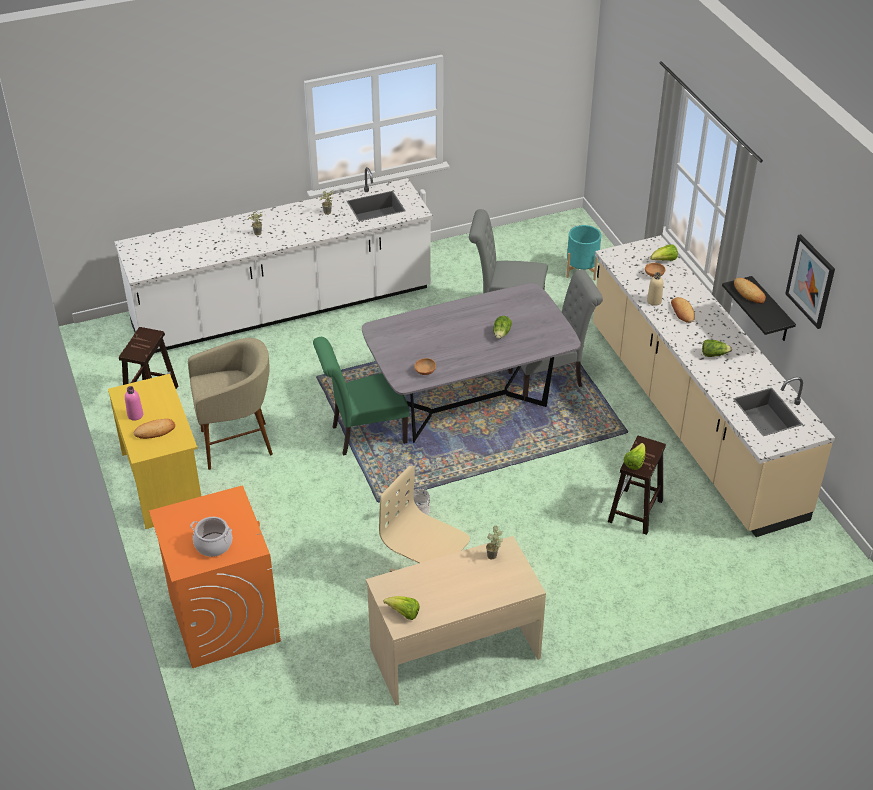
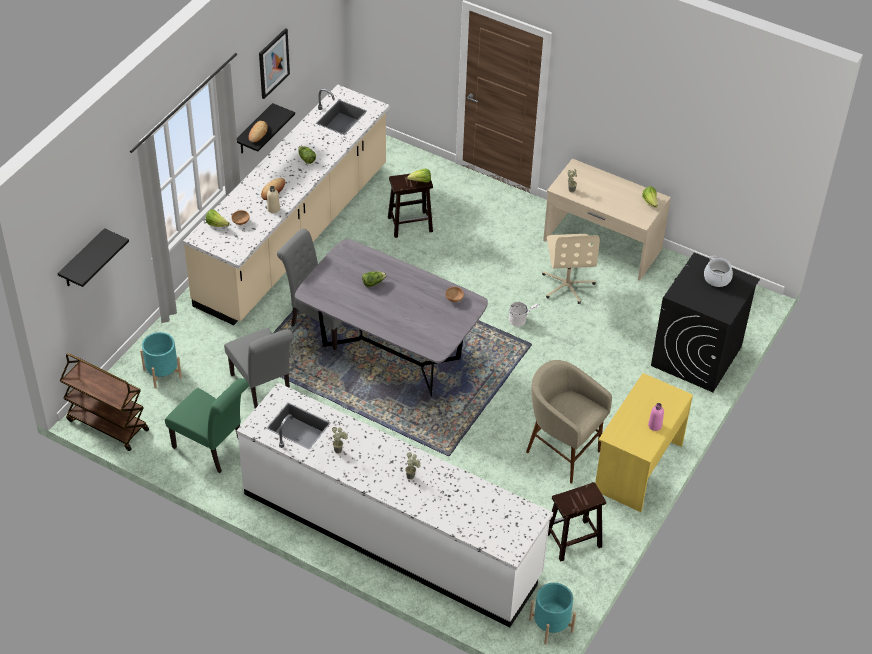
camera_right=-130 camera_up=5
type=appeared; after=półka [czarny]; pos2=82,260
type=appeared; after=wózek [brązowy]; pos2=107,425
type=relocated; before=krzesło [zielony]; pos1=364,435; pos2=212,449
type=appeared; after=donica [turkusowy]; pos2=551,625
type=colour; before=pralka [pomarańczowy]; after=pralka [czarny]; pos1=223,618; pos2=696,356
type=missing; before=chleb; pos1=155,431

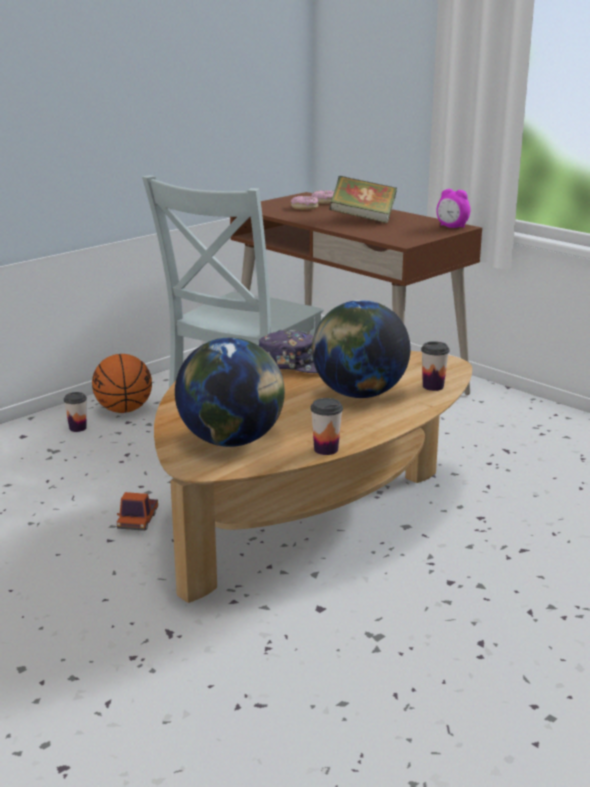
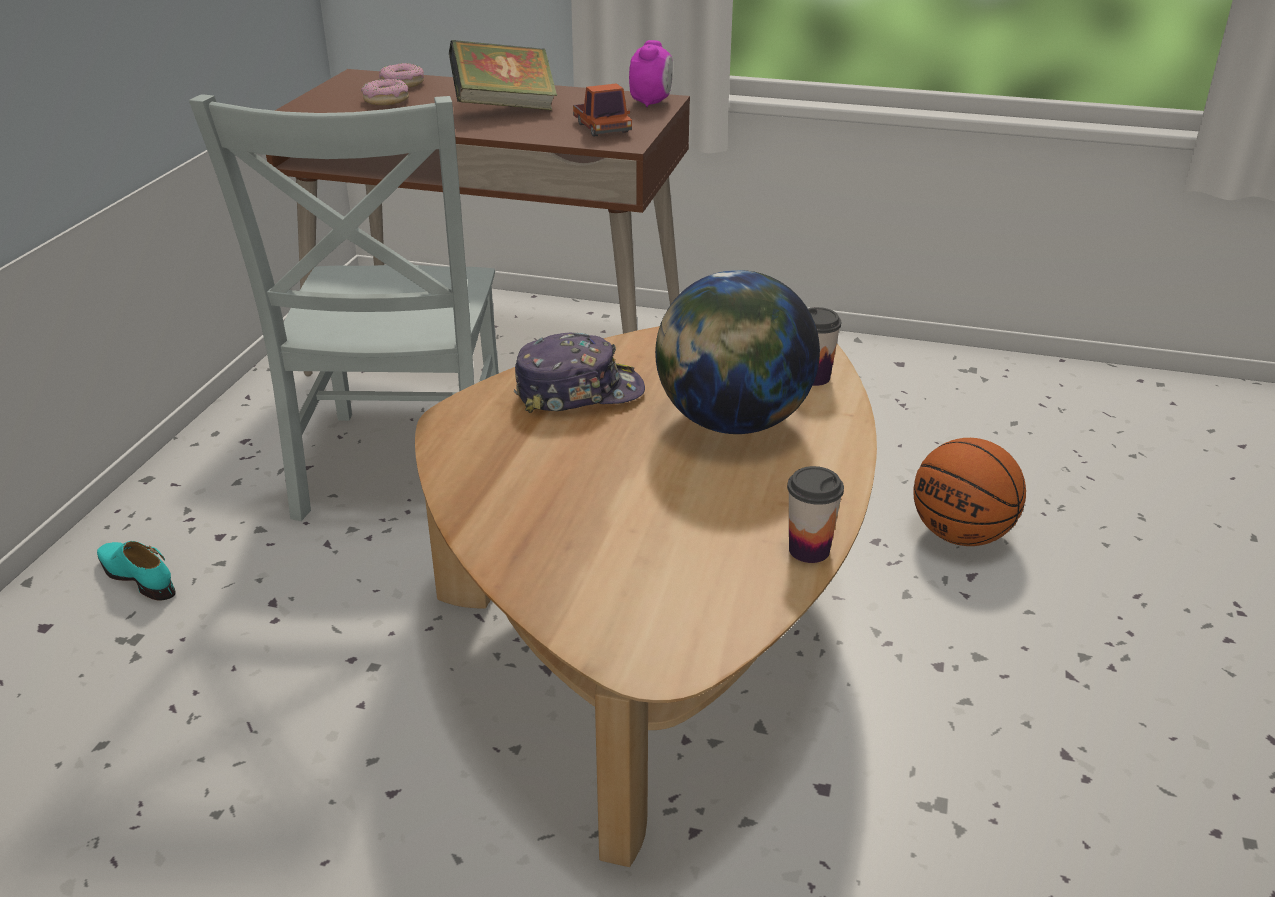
camera_right=-30 camera_up=10
type=exchanged; before=filiżanka; after=but [turkusowy]; pos1=77,428; pos2=137,576
type=relocated; before=ciężarówka zabawkowa; pos1=138,520; pos2=602,128
type=spun; before=budzik; pos1=452,227; pos2=651,102; turn=-75
type=relocated; before=piłka do koszykówki; pos1=123,410; pos2=960,535
type=missing; before=globus; pos1=232,441

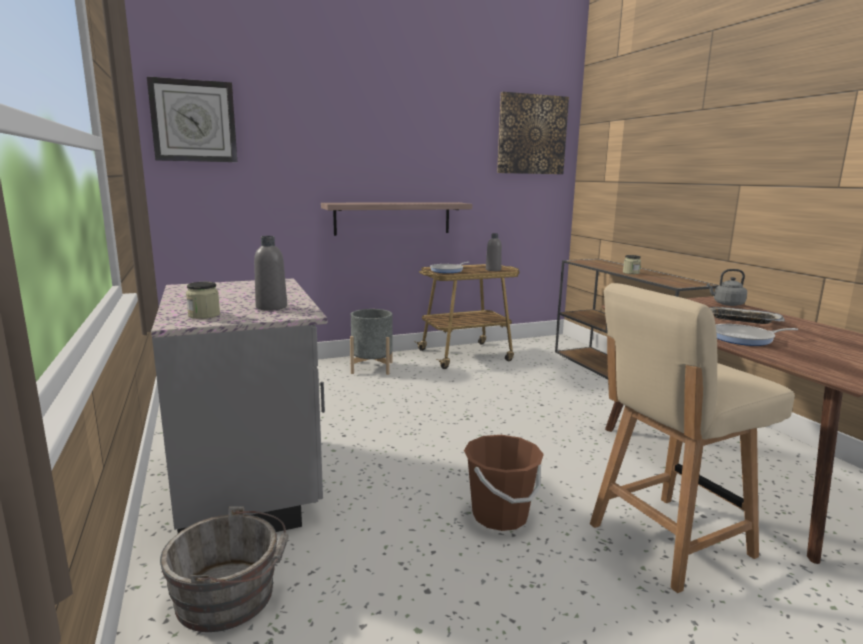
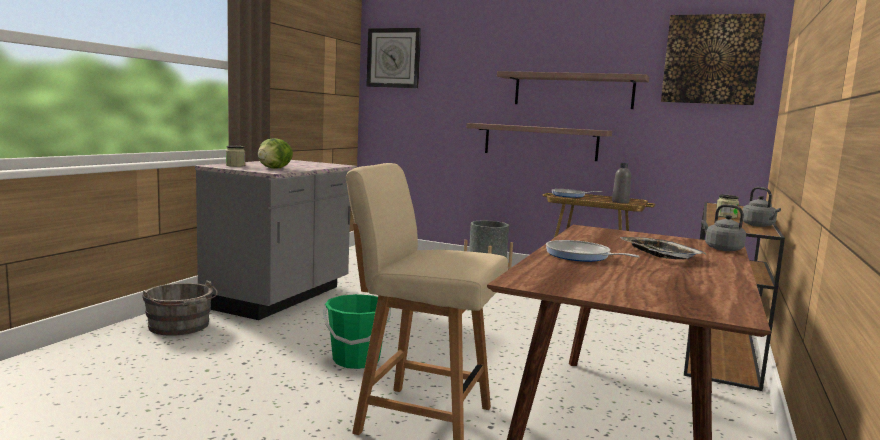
camera_right=45 camera_up=-5
type=exchanged; before=butelka [szary]; after=sałata; pos1=271,307; pos2=275,168
type=colour; before=wiadro [brązowy]; after=wiadro [zielony]; pos1=500,515; pos2=356,360
type=appeared; after=półka; pos2=573,91
type=appeared; after=czajnik [szary]; pos2=759,225

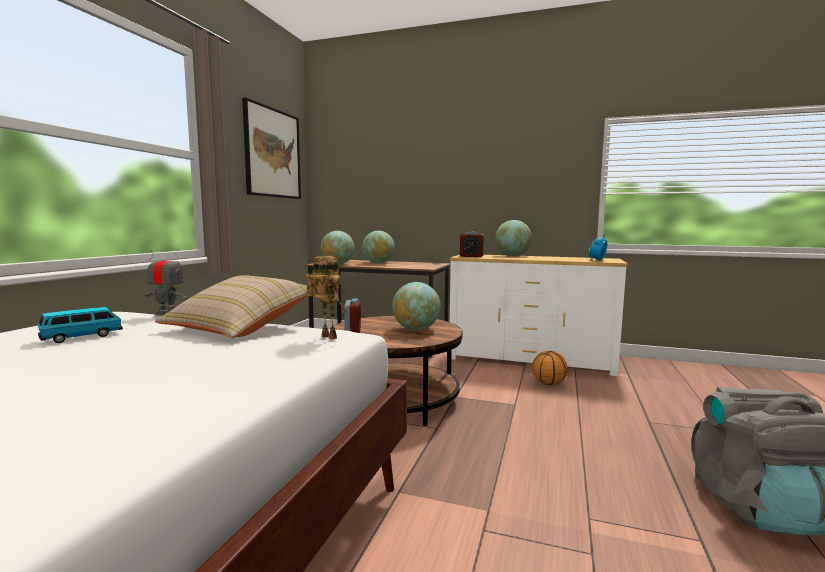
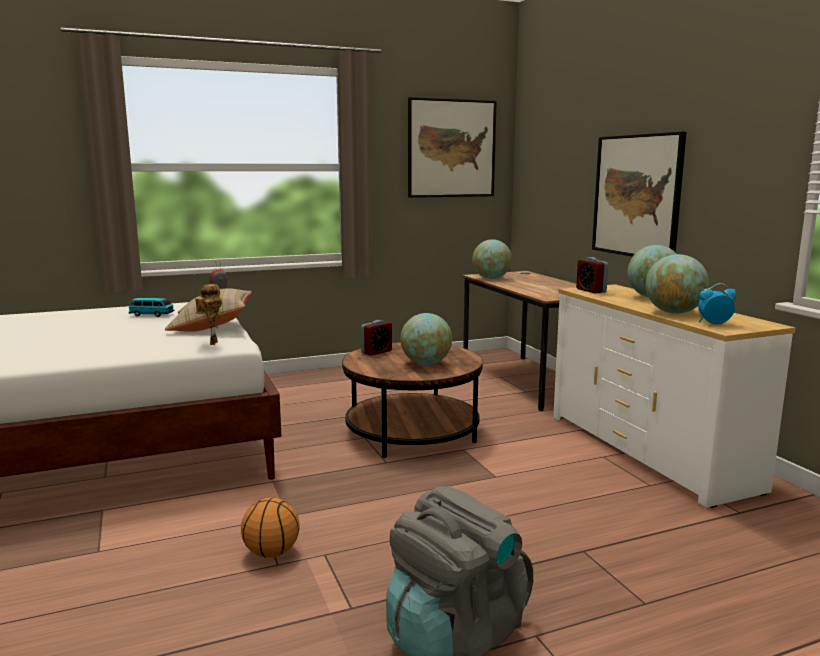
camera_right=50 camera_up=5
type=relocated; before=piłka do koszykówki; pos1=548,384; pos2=271,552
type=appeared; after=obraz; pos2=636,196
type=relocated; before=globus; pos1=378,263; pos2=674,313

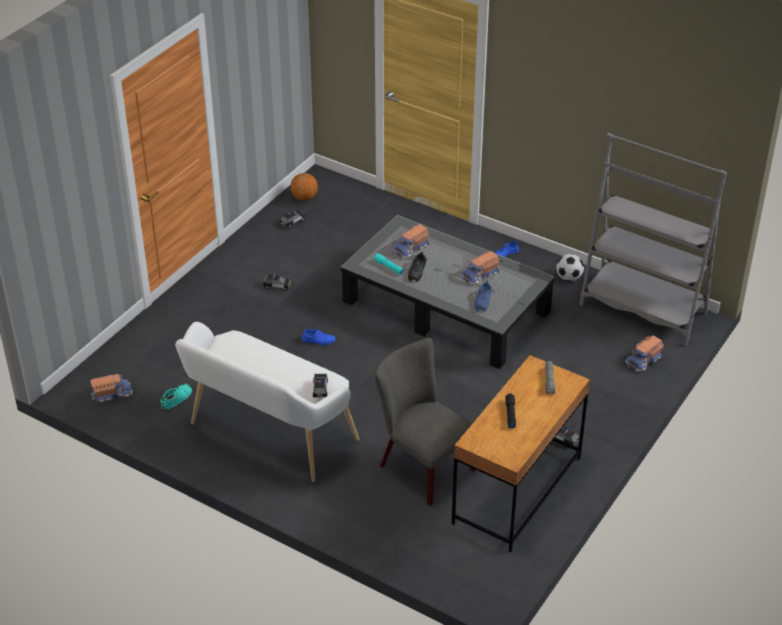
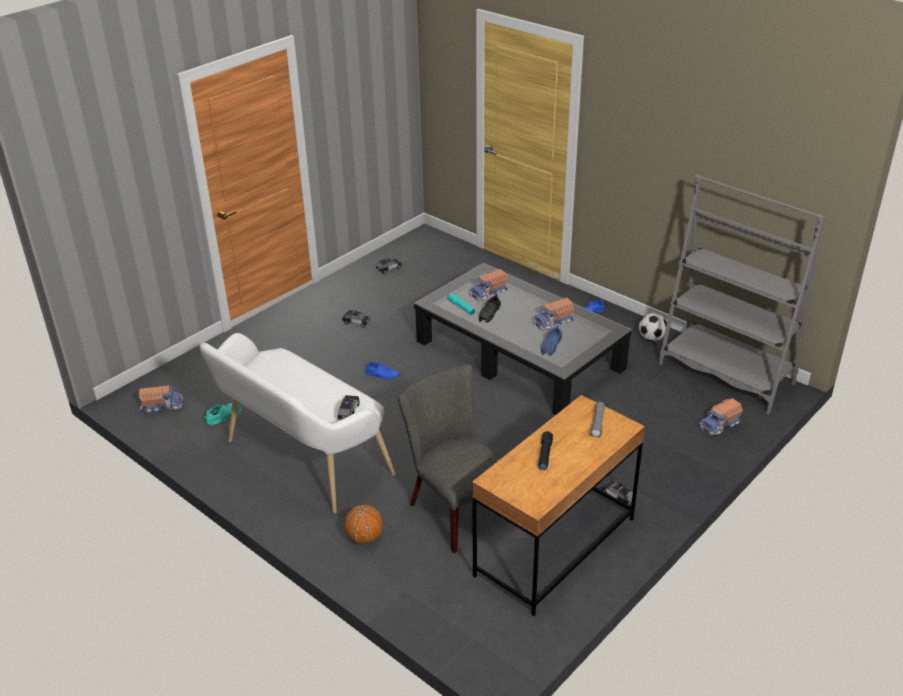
camera_right=10 camera_up=-5
type=relocated; before=piłka do koszykówki; pos1=304,198; pos2=364,538

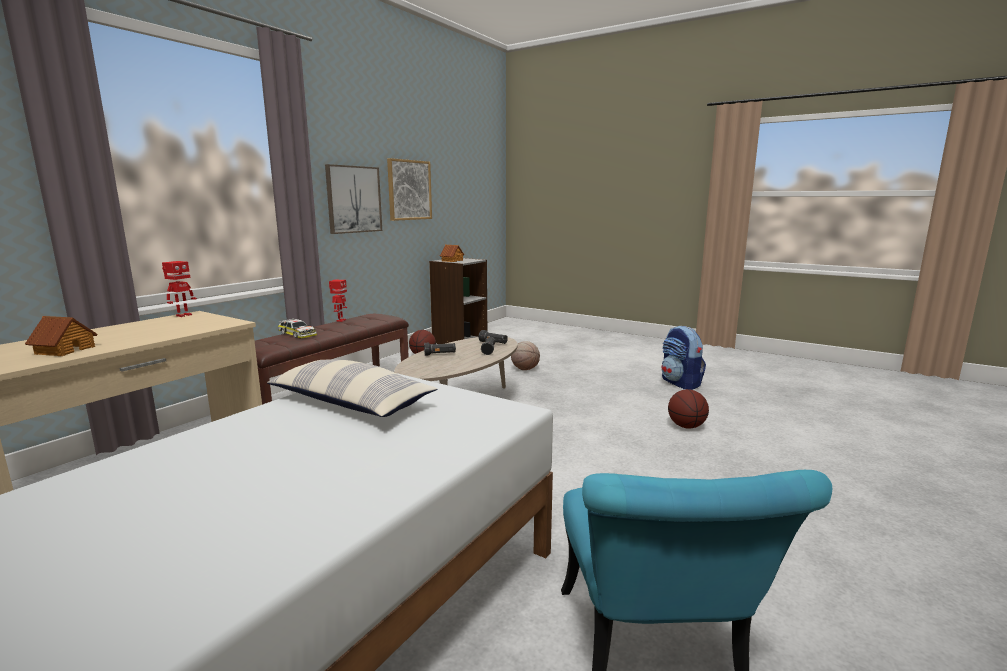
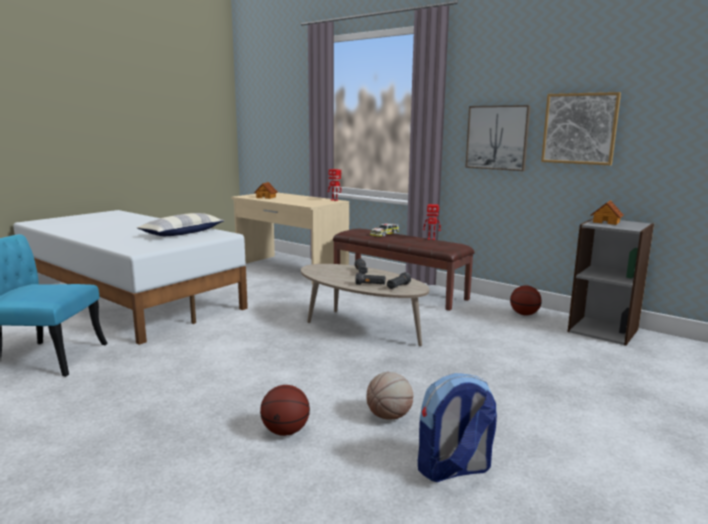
camera_right=95 camera_up=0
type=relocated; before=piłka do koszykówki; pos1=525,369; pos2=389,416

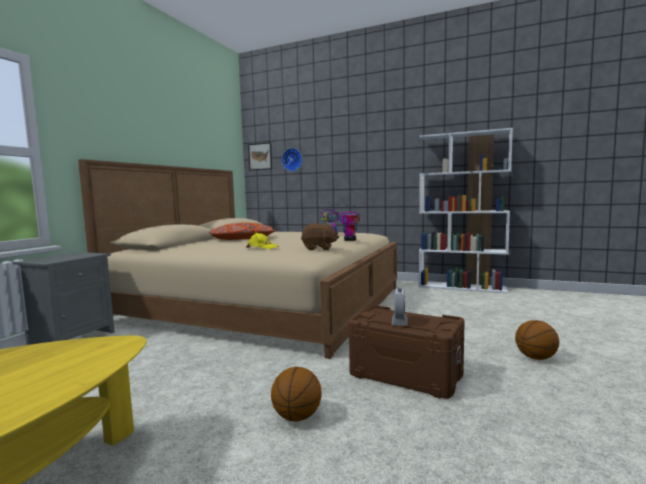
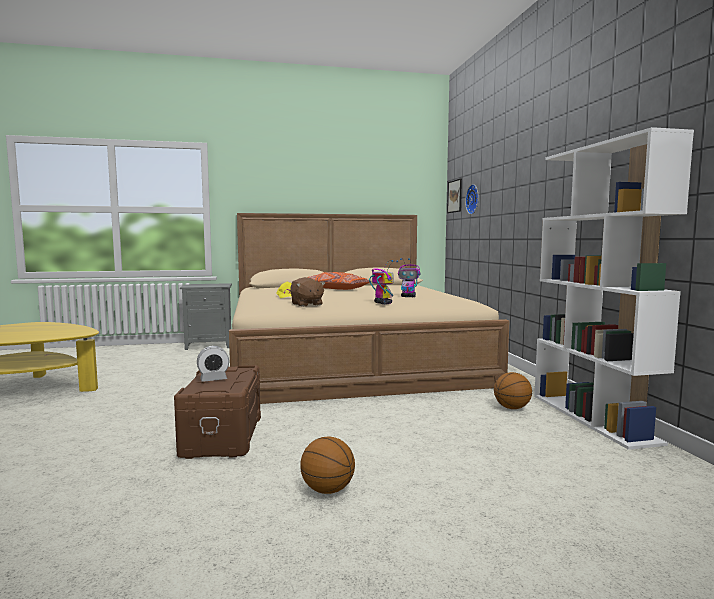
camera_right=55 camera_up=0
type=relocated; before=piłka do koszykówki; pos1=297,416; pos2=512,408

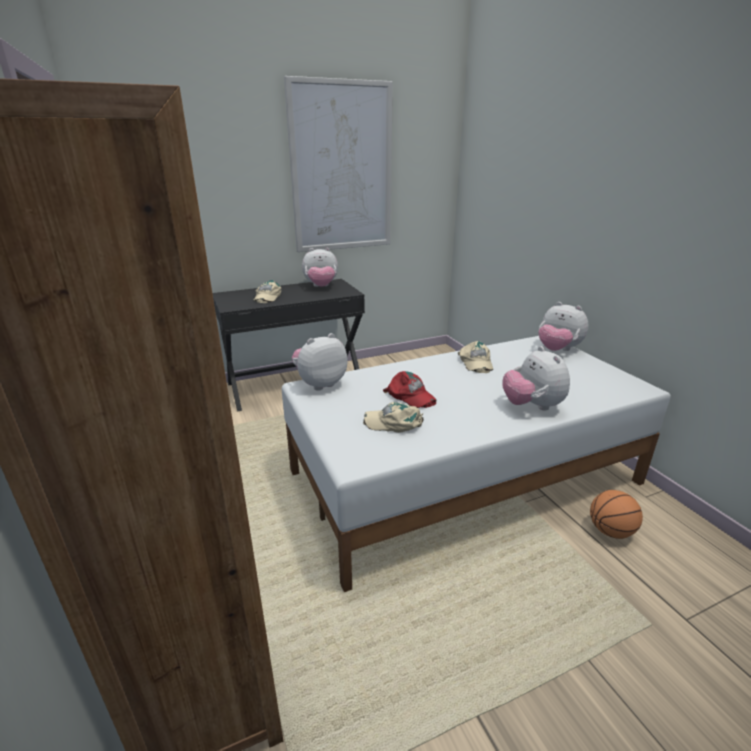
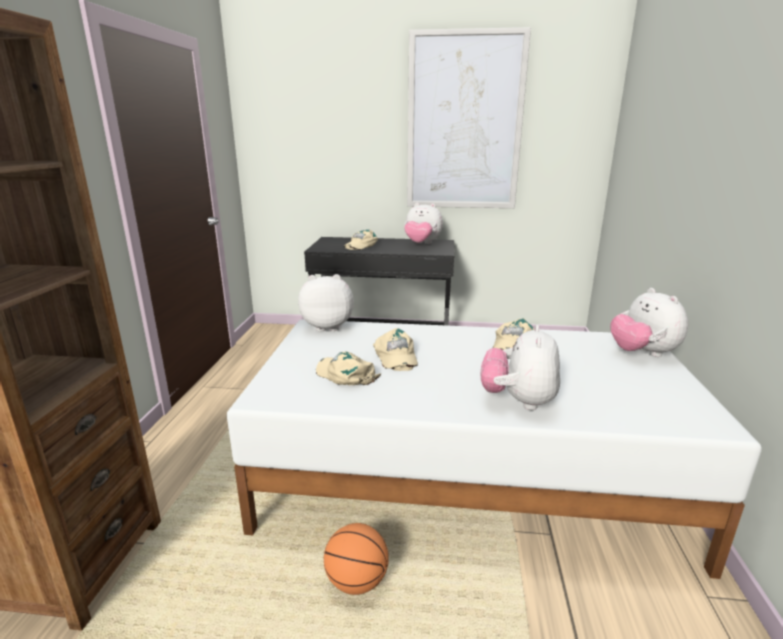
camera_right=30 camera_up=-5
type=relocated; before=piłka do koszykówki; pos1=610,531; pos2=357,581
type=colour; before=czapka z daszkiem [czerwony]; after=czapka z daszkiem [beżowy]; pos1=410,396; pos2=395,356

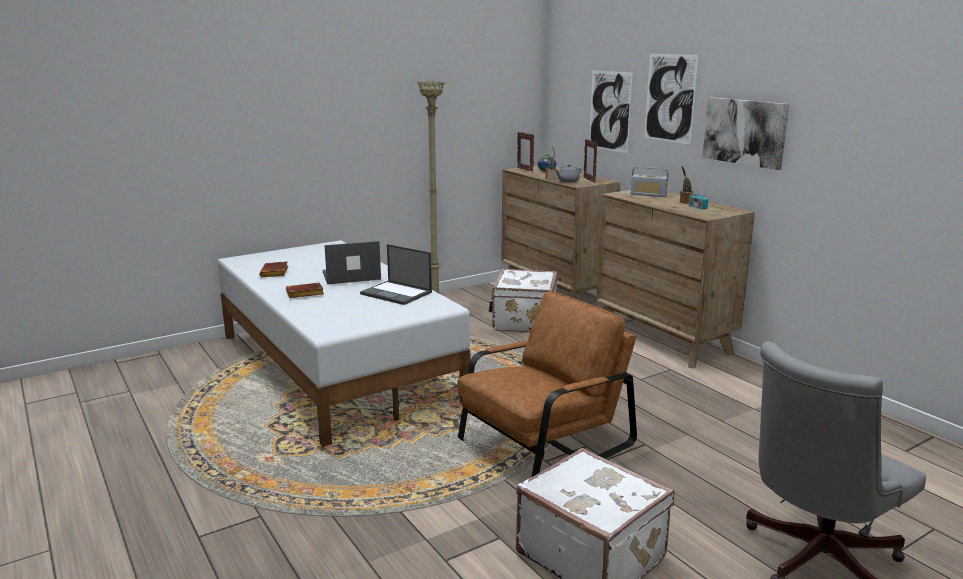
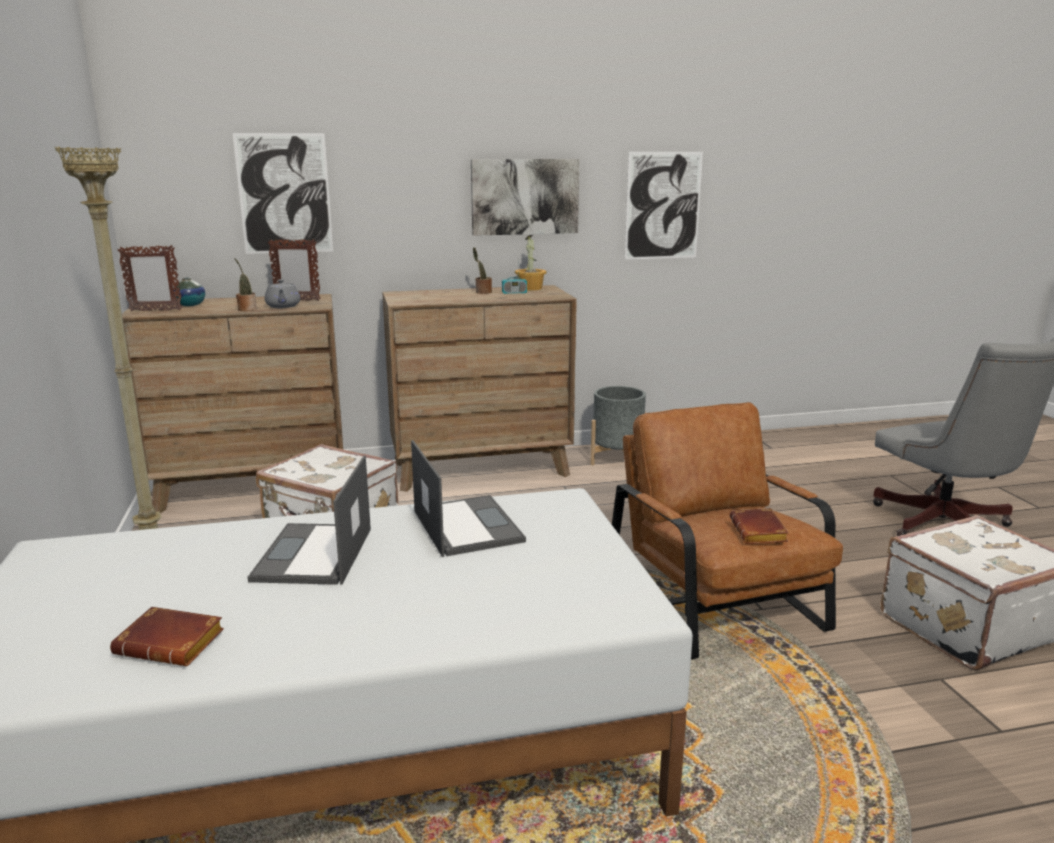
camera_right=-70 camera_up=0
type=spun; before=laptop; pos1=397,293; pos2=466,525; turn=-75
type=appeared; after=roślina doniczkowa; pos2=530,288
type=appeared; after=donica [szary]; pos2=617,459
type=relocated; before=obraz; pos1=670,98; pos2=663,206
type=relocated; before=książka [brązowy]; pos1=304,294; pos2=760,532
type=missing; before=radio; pos1=648,195

